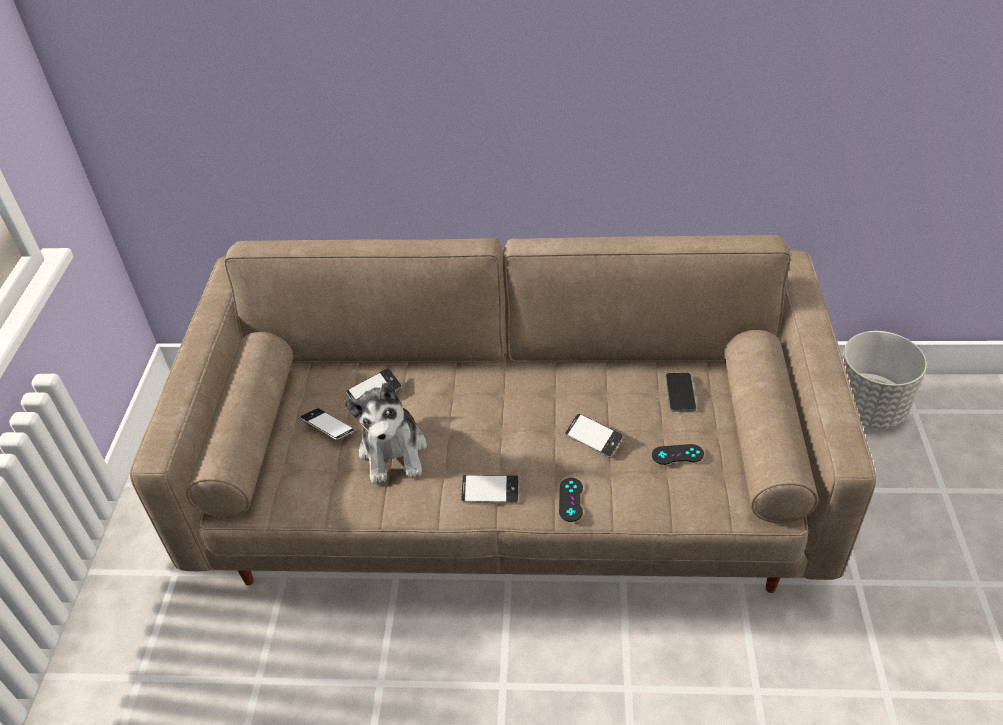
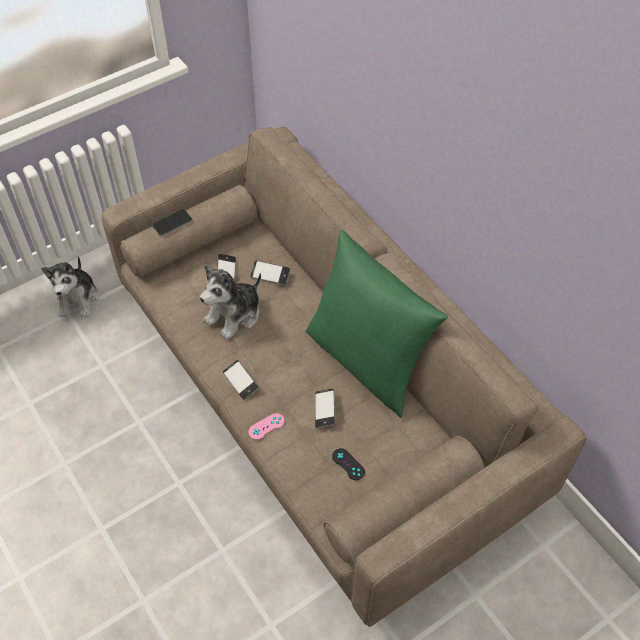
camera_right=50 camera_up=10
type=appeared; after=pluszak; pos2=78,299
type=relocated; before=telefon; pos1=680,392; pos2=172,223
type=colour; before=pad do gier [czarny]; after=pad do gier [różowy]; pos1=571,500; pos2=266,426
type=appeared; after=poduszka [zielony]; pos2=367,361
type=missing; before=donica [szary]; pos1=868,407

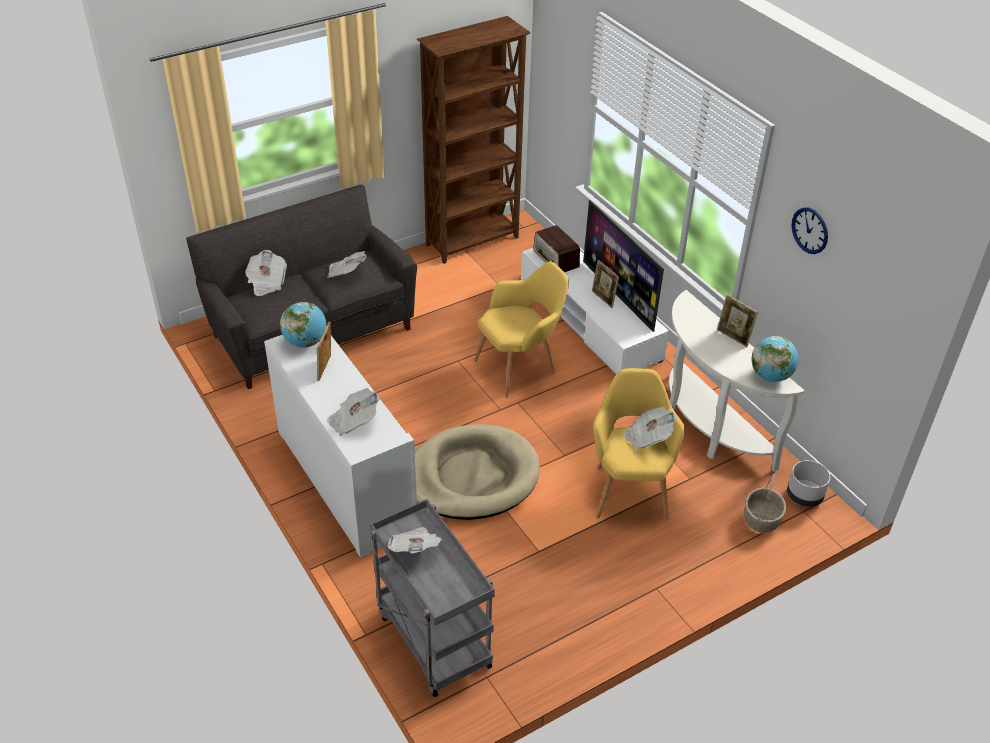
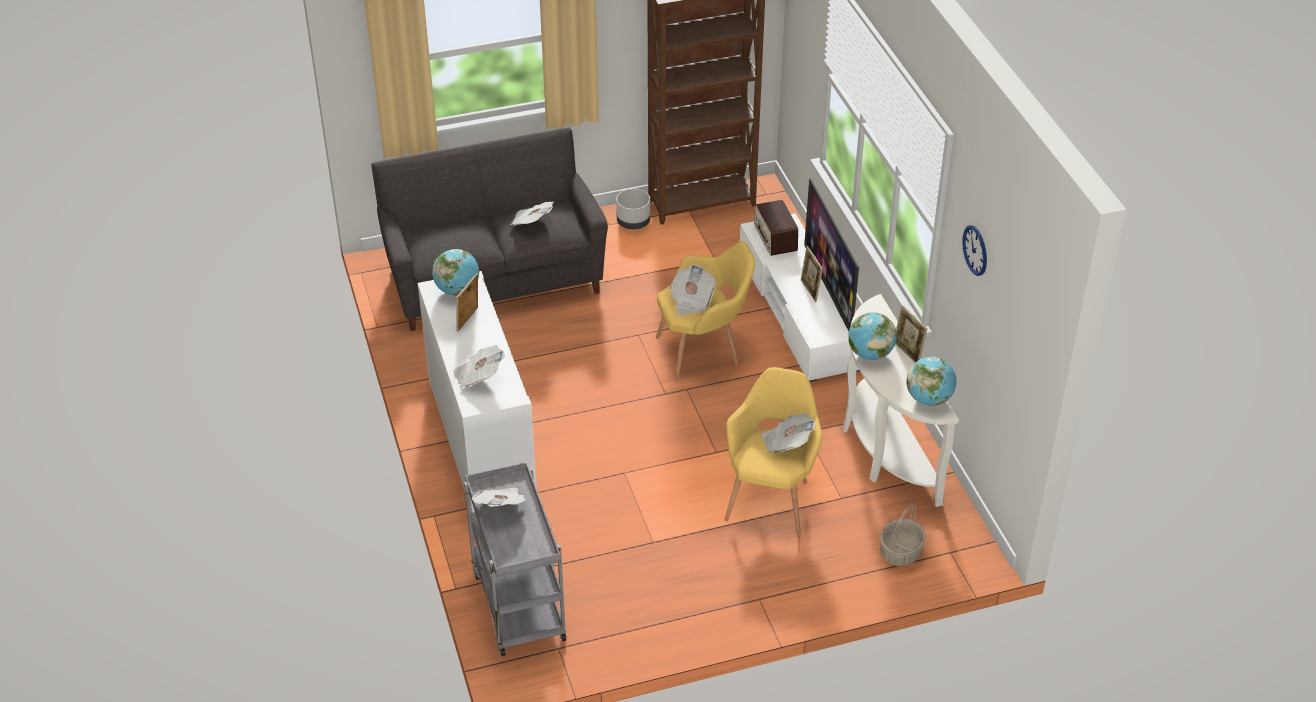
camera_right=15 camera_up=0
type=relocated; before=donica [szary]; pos1=804,496; pos2=633,223
type=relocated; before=gazeta; pos1=266,283; pos2=691,301
type=appeared; after=globus; pos2=870,354
type=missing; before=legowisko [beżowy]; pos1=472,476

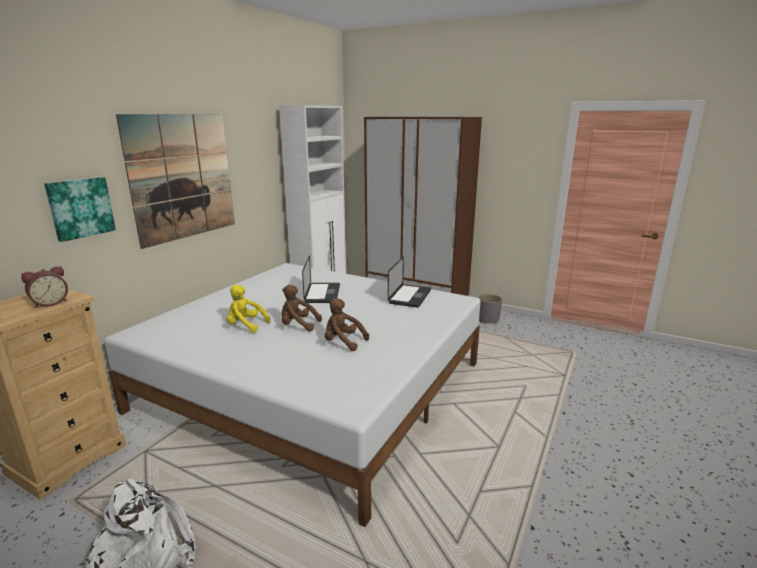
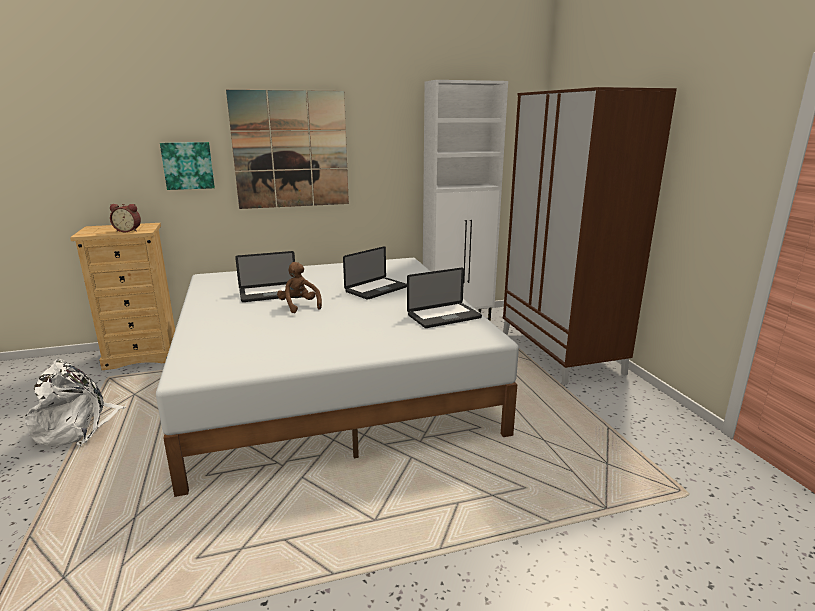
camera_right=45 camera_up=0
type=exchanged; before=pluszak [żółty]; after=laptop; pos1=246,325; pos2=270,294
type=missing; before=pluszak [brązowy]; pos1=343,342
type=missing; before=donica [szary]; pos1=488,320

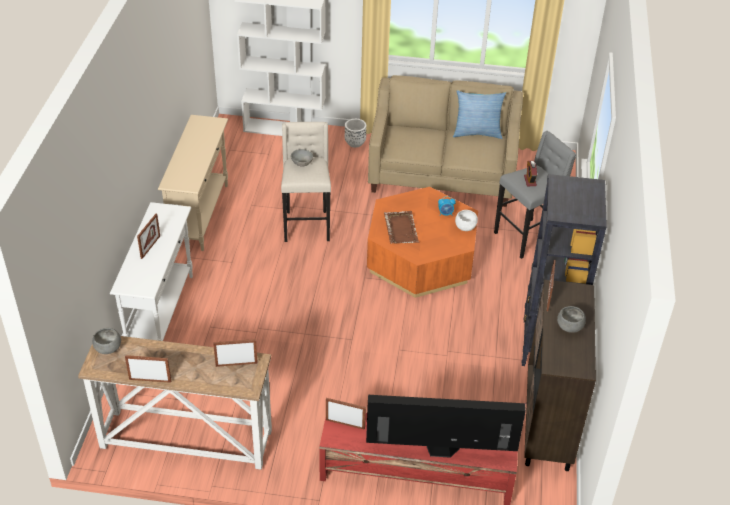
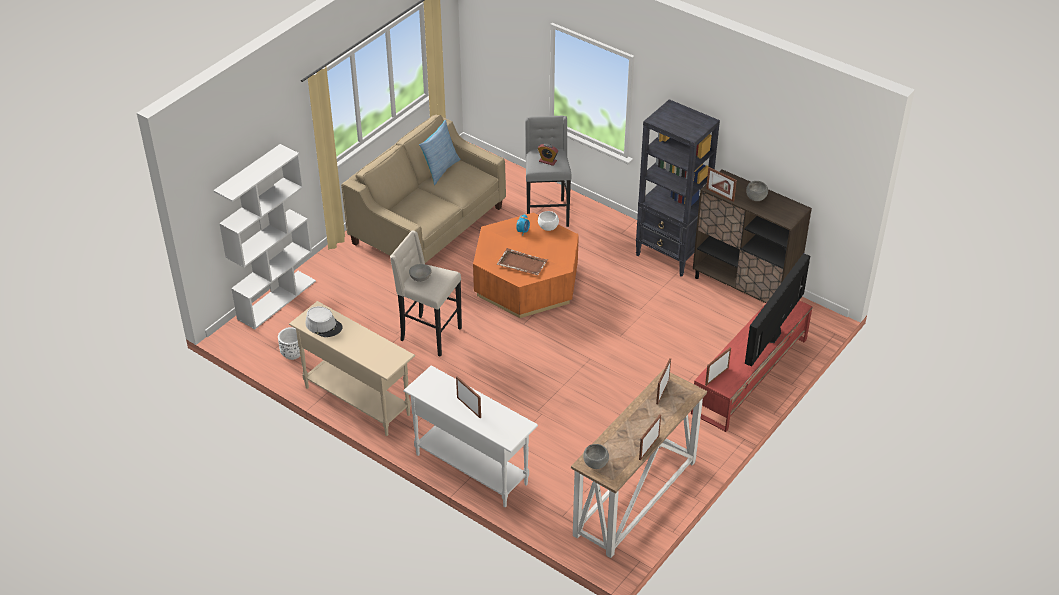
camera_right=-60 camera_up=0
type=relocated; before=donica [biały]; pos1=355,143; pos2=292,353
type=appeared; after=kapelusz [szary]; pos2=324,325

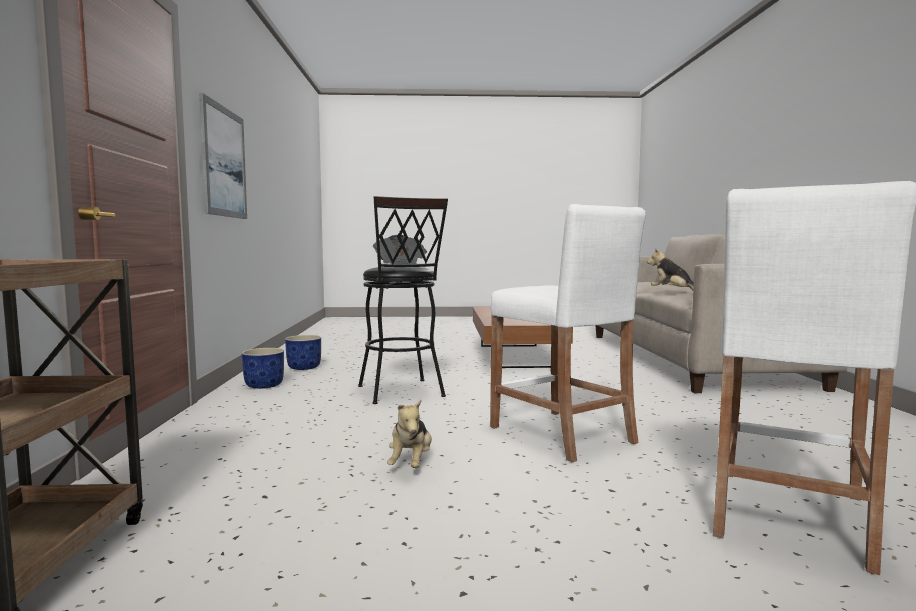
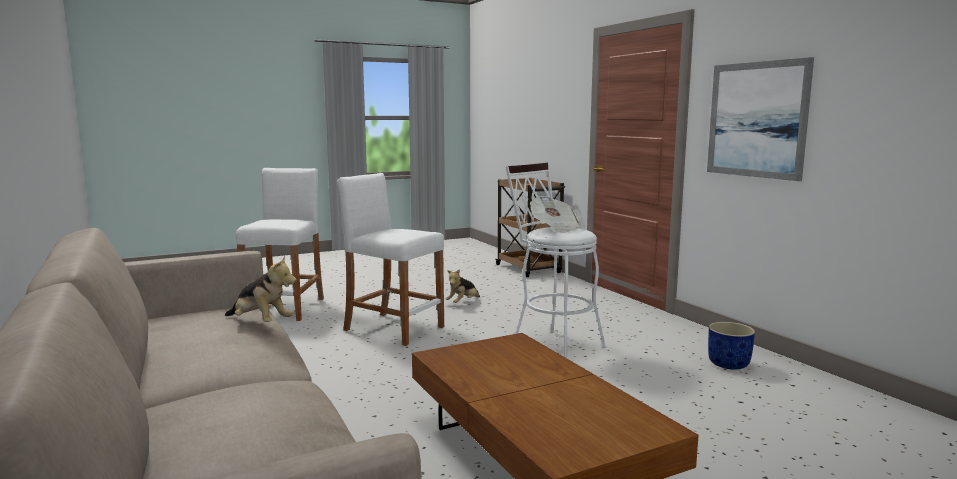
camera_right=155 camera_up=5
type=spun; before=pluszak; pos1=411,464; pos2=463,303; turn=-120
type=colour; before=stołek [czarny]; after=stołek [biały]; pos1=402,393; pos2=552,345
type=missing; before=donica [niebieski]; pos1=263,385

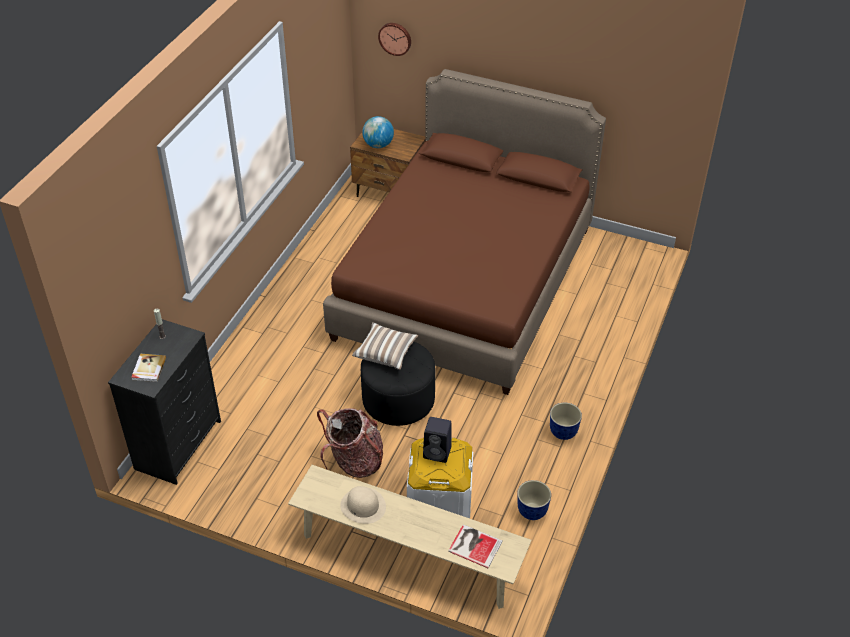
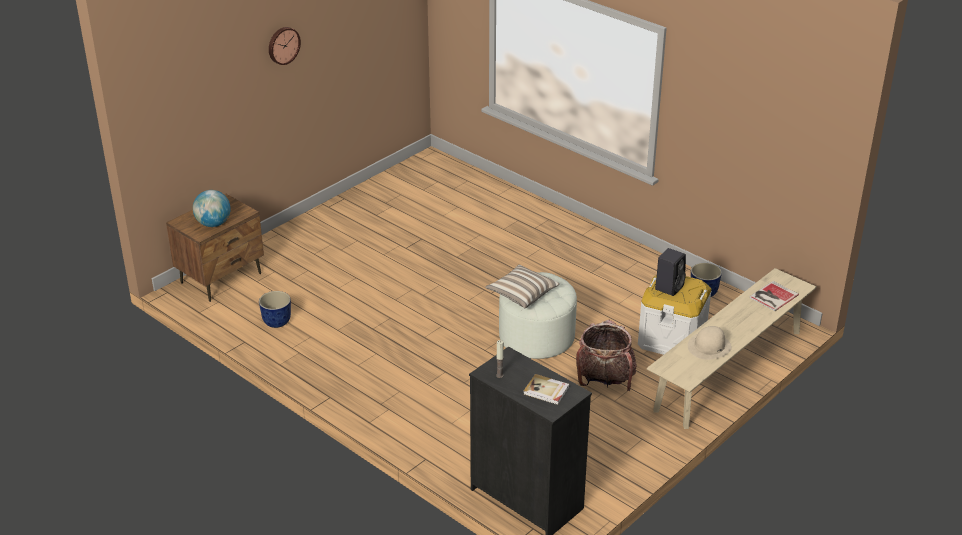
camera_right=-70 camera_up=-10
type=relocated; before=donica; pos1=562,432; pos2=276,322
type=relocated; before=zegar ścienny; pos1=395,38; pos2=283,45
type=colour; before=pufa [czarny]; after=pufa [biały]; pos1=398,399; pos2=536,336
type=missing; before=łóżko [brązowy]; pos1=465,282

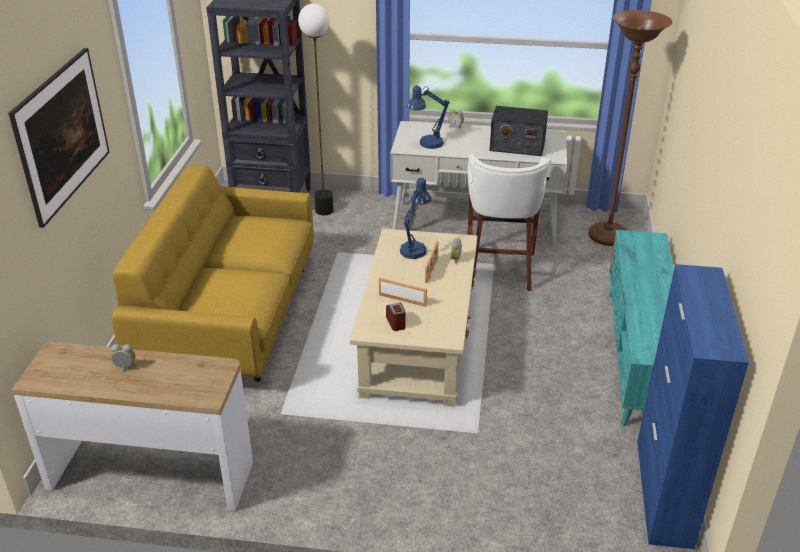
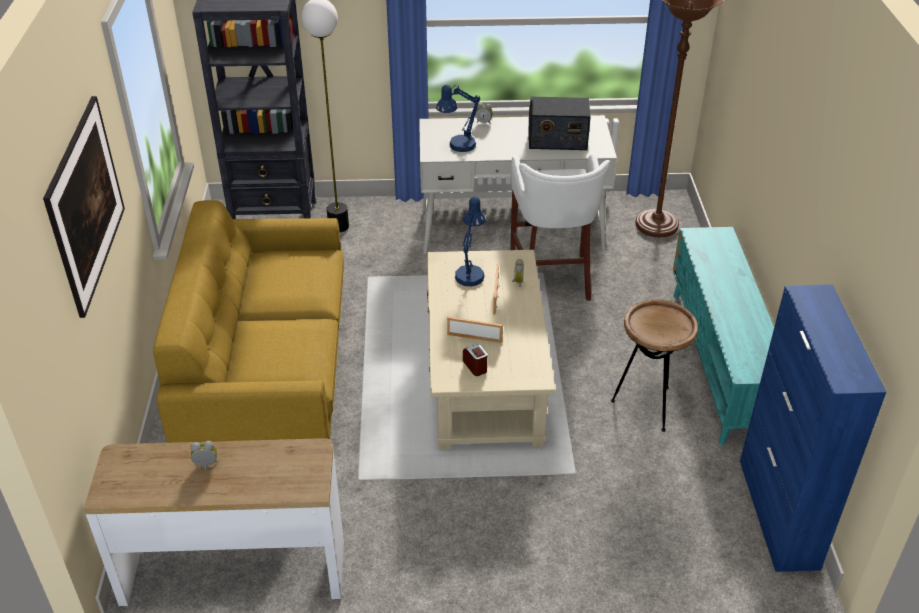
camera_right=-10 camera_up=5
type=appeared; after=stolik [brązowy]; pos2=647,406

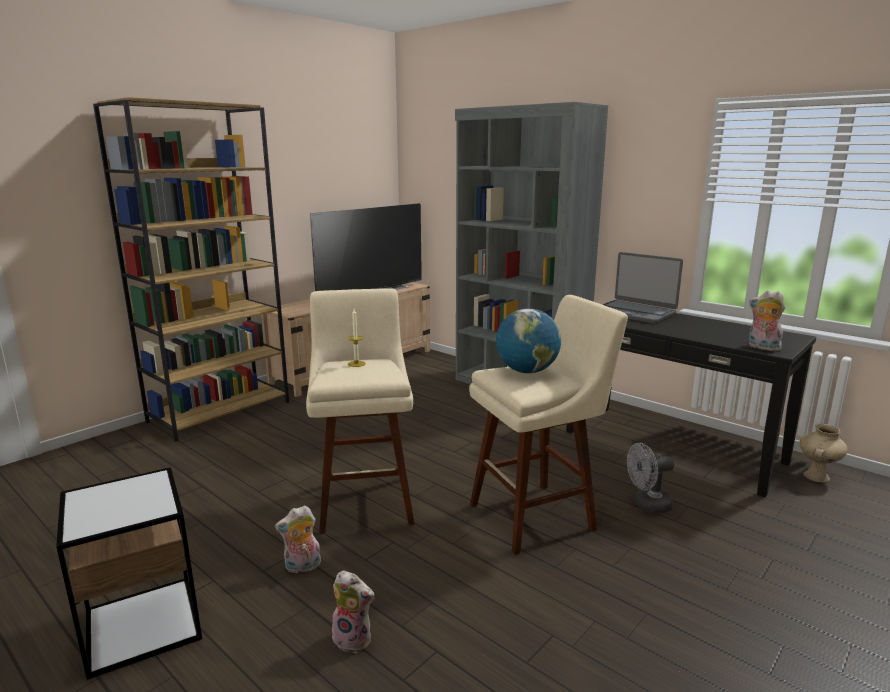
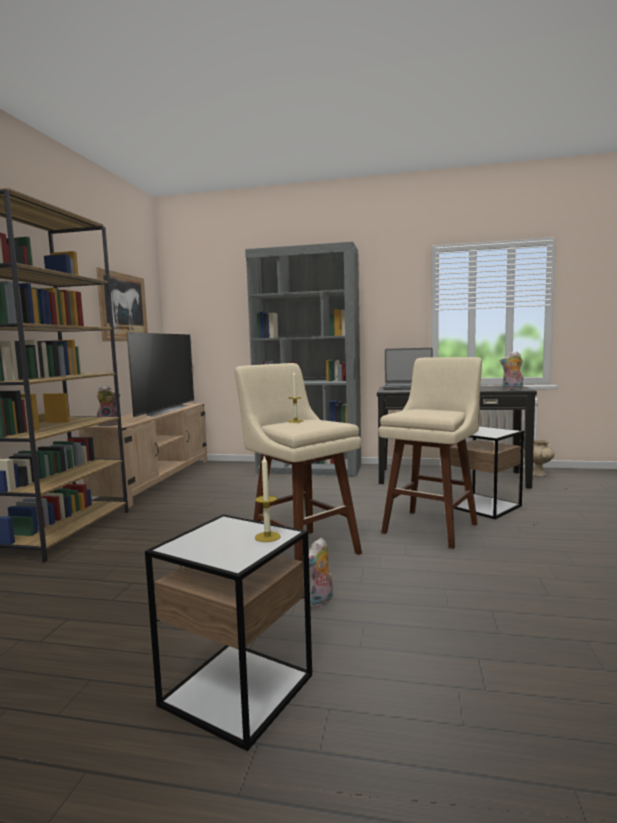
camera_right=-30 camera_up=-10
type=appeared; after=obraz; pos2=123,307
type=relocated; before=pluszak; pos1=354,638; pos2=109,424
type=appeared; after=świeca; pos2=267,537
type=exchanged; before=wentylator [szary]; after=stolik; pos1=647,505; pos2=483,506
type=missing; before=globus; pos1=526,371

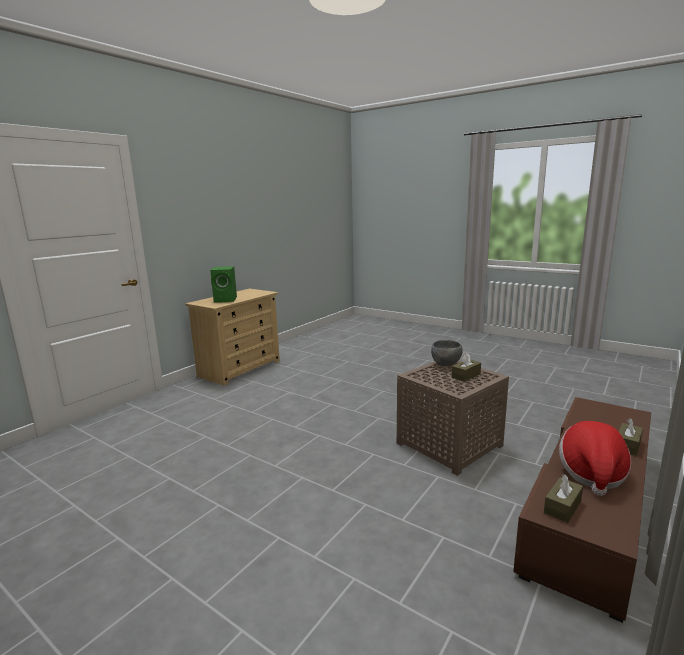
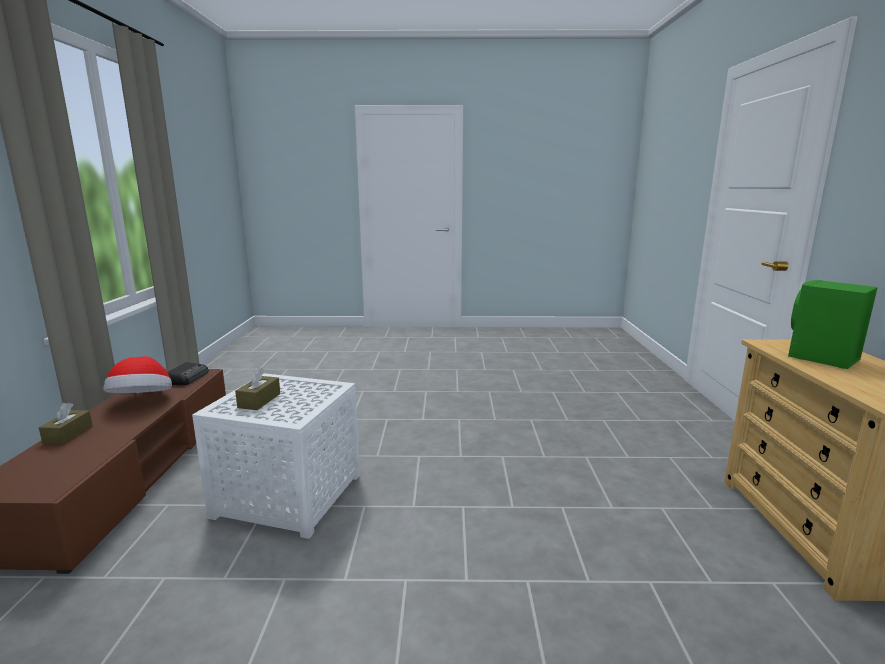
camera_right=145 camera_up=0
type=exchanged; before=pudełko chusteczek [brązowy]; after=radio; pos1=562,507; pos2=187,377
type=colour; before=stolik [brązowy]; after=stolik [biały]; pos1=449,445; pos2=288,494
type=missing; before=miska [szary]; pos1=446,364

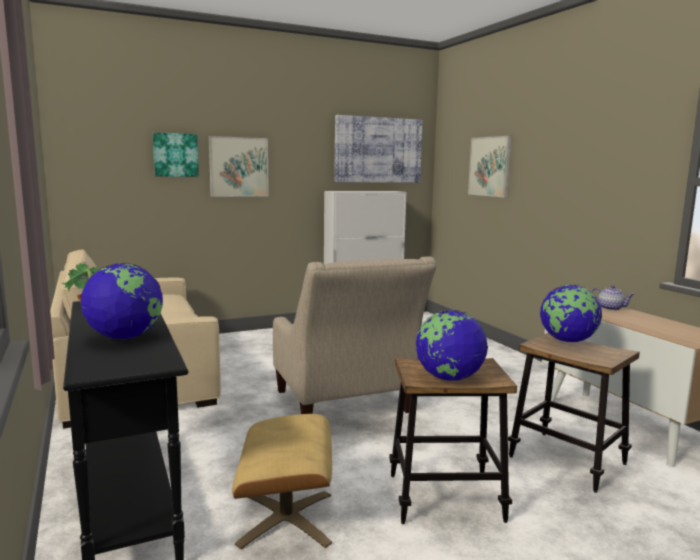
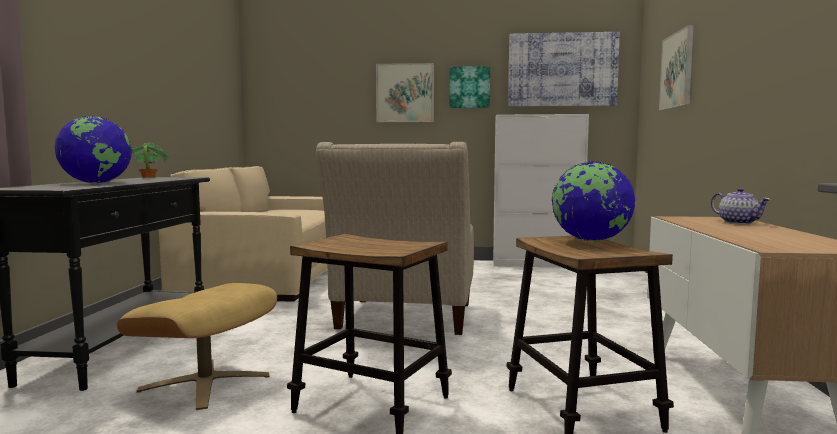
camera_right=30 camera_up=-5
type=relocated; before=obraz; pos1=175,155; pos2=469,87
type=missing; before=globus; pos1=448,378

